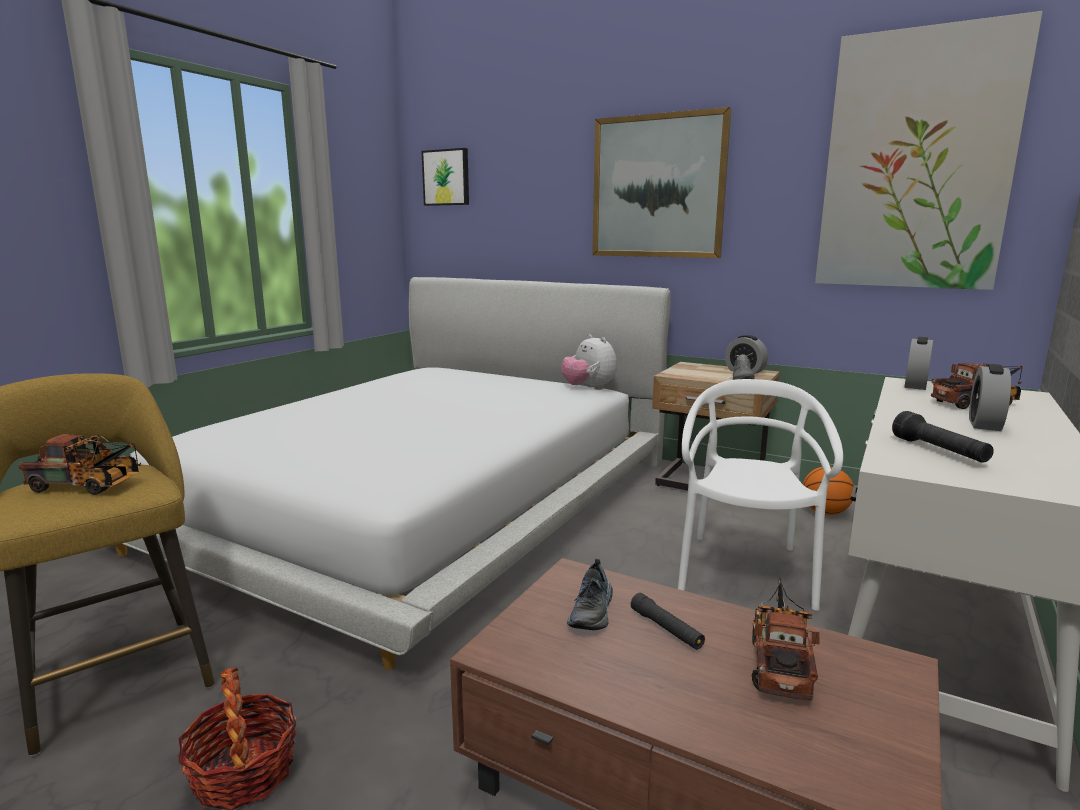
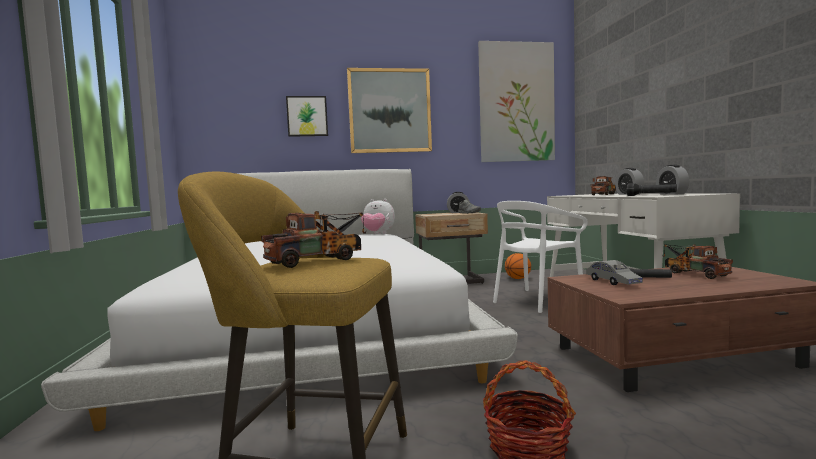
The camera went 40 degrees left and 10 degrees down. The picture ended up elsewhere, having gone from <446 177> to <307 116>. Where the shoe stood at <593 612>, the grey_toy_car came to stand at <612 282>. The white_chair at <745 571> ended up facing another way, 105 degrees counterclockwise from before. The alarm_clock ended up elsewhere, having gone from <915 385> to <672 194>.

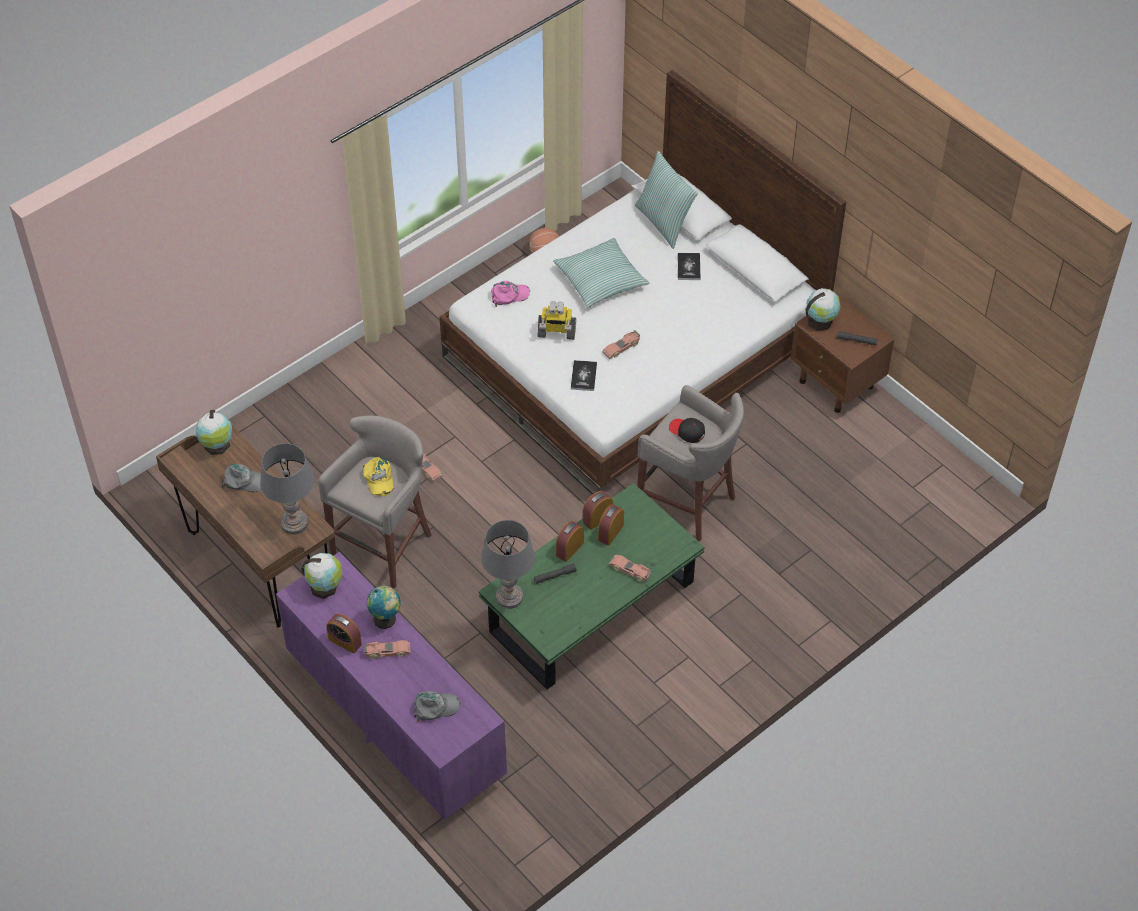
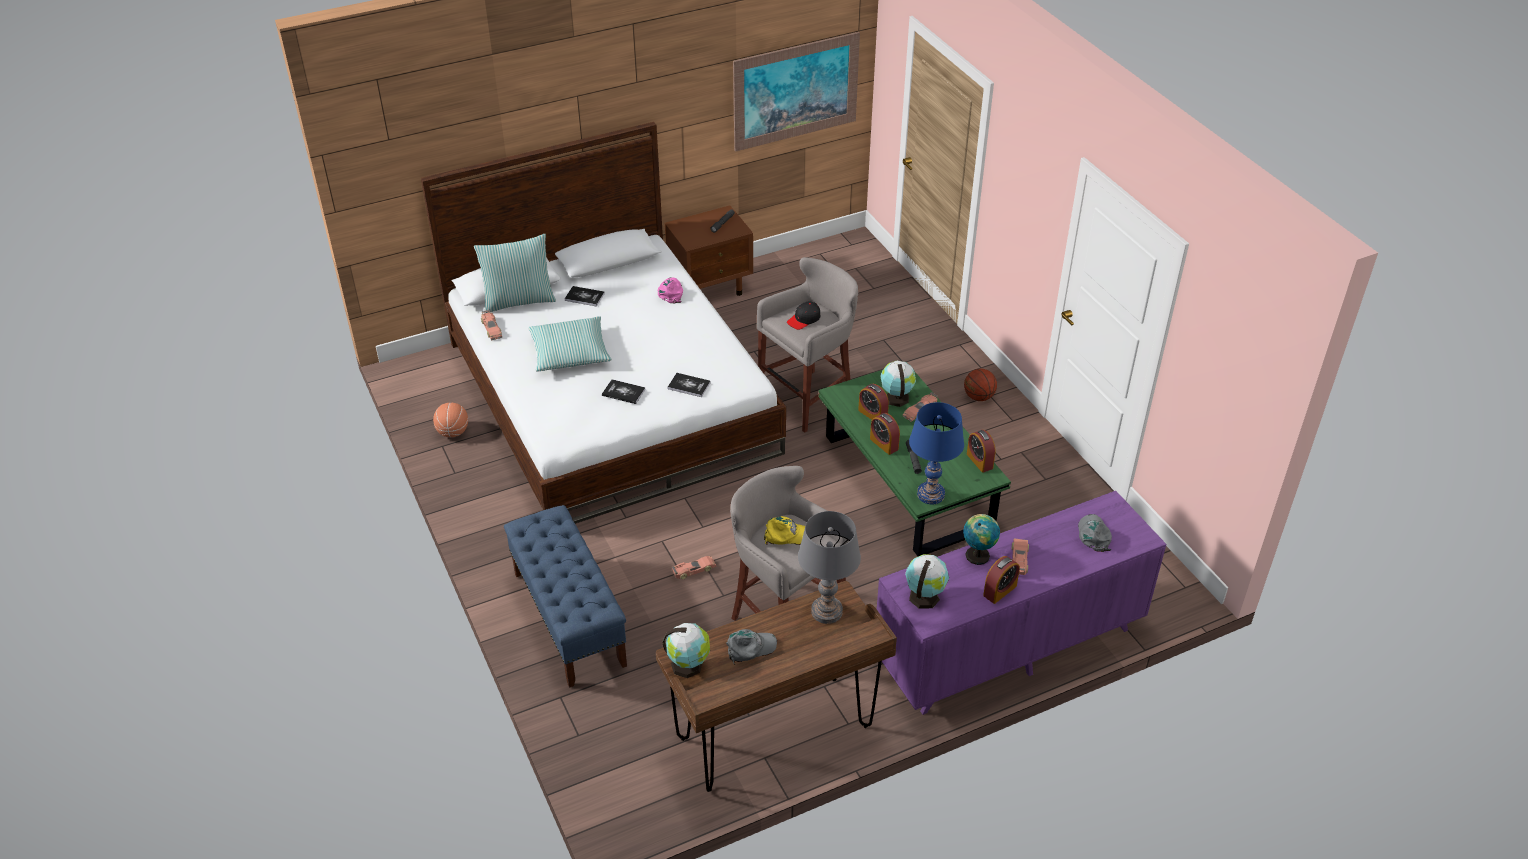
The camera went 75 degrees left and 10 degrees down. The grey_cap at <243 481> ended up facing another way, 45 degrees clockwise from before. What was the grey_table_lamp at <509 597> turned into the blue_table_lamp at <931 494>. The pink_cap ended up elsewhere, having gone from <509 295> to <670 292>. Where the toy_robot stood at <556 332>, the book came to stand at <623 392>. The alarm_clock ended up elsewhere, having gone from <597 518> to <979 461>. The toy_car ended up elsewhere, having gone from <621 347> to <491 329>. The globe ended up elsewhere, having gone from <820 321> to <896 397>. The second view gained the blue_bench at <569 618>. The second view gained the picture at <796 91>. The second view gained the basketball at <978 397>.

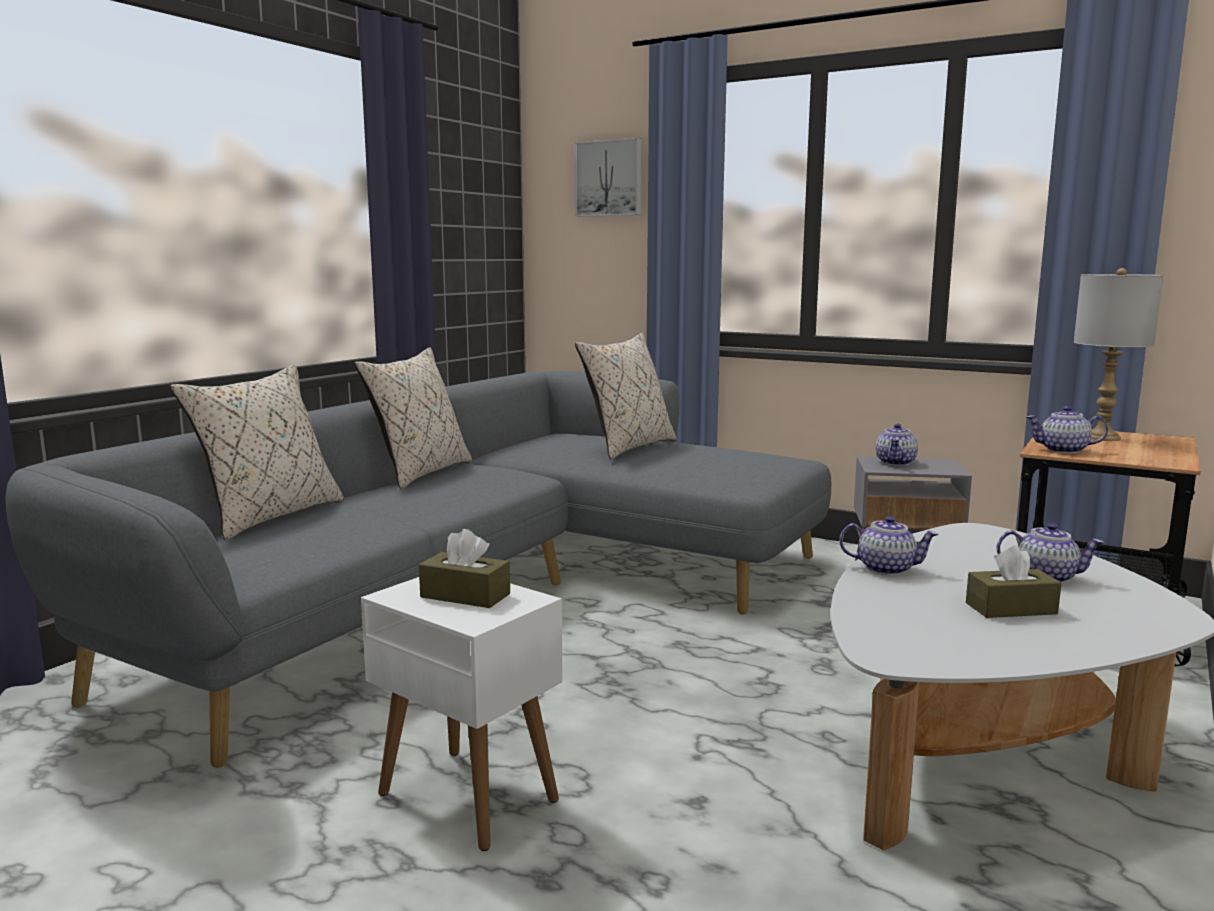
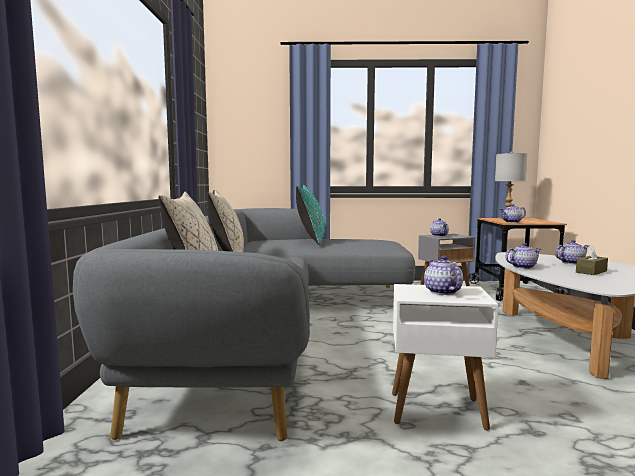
The camera went 30 degrees left and 5 degrees down. Where the brown_tissue_box stood at <465 595>, the teapot came to stand at <442 292>. The second view lost the picture at <610 178>. What was the beige_pillow at <627 447> turned into the turquoise_pillow at <311 241>.

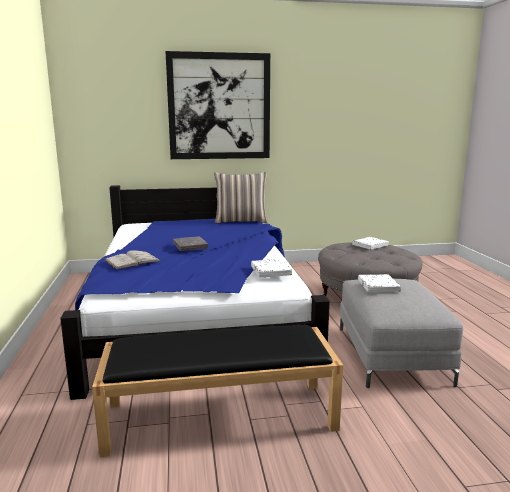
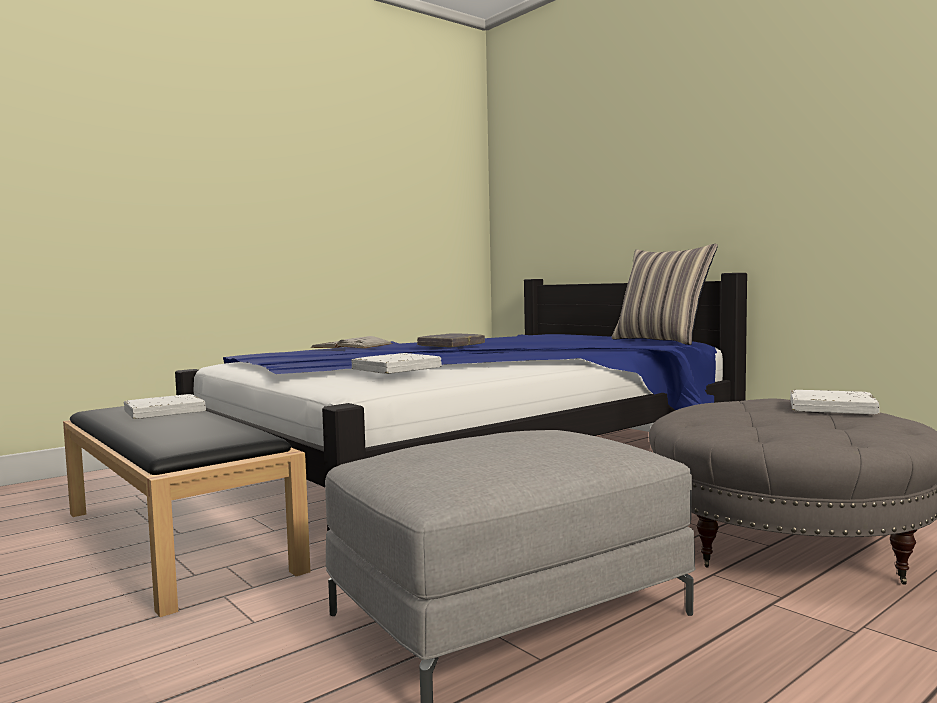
The camera went 60 degrees right and 10 degrees down. The second view lost the picture at <219 107>. The white_book ended up elsewhere, having gone from <378 286> to <164 412>.

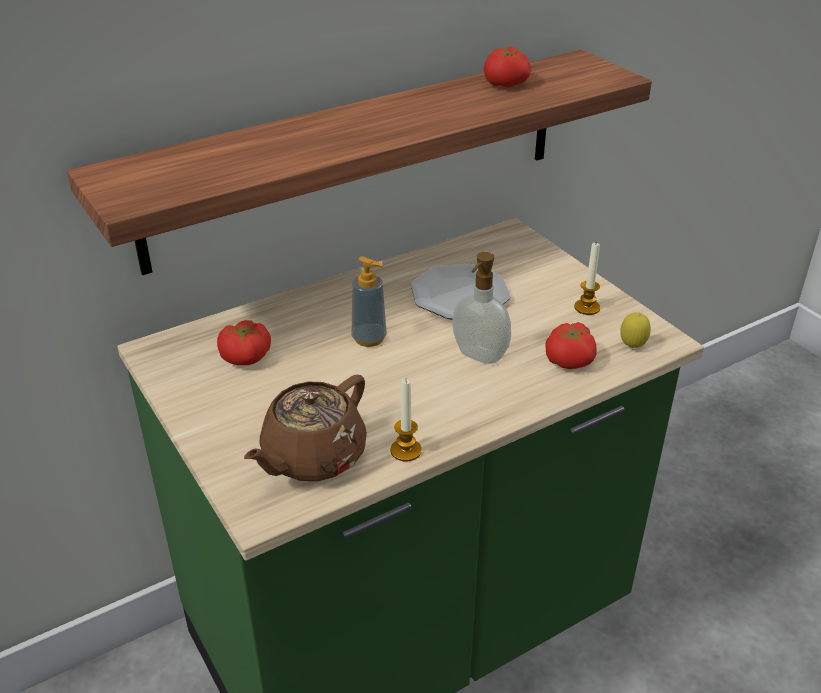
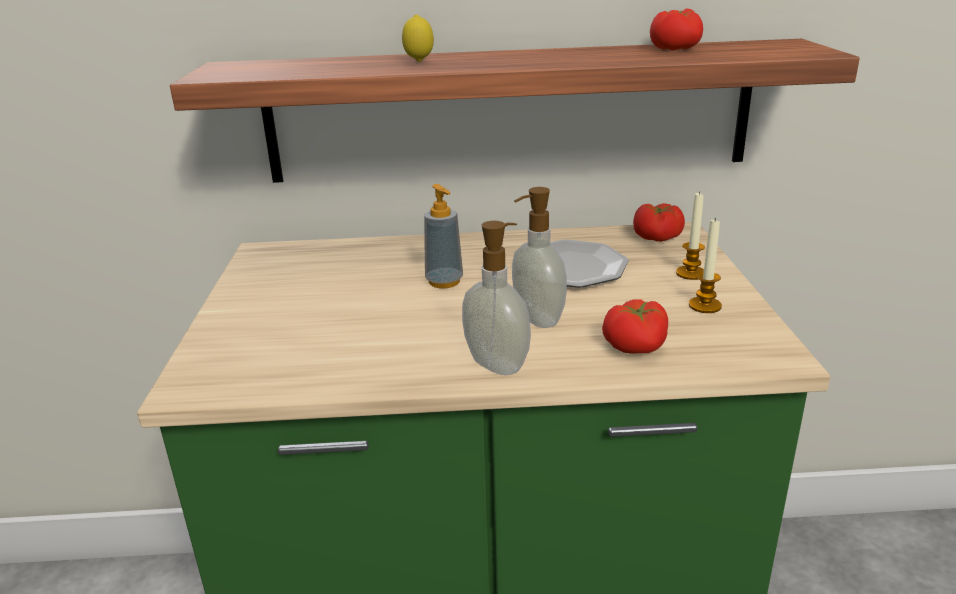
The camera went 30 degrees right and 10 degrees down. The tomato ended up elsewhere, having gone from <246 358> to <657 238>. The second view lost the brown_teapot at <312 457>. The candle ended up elsewhere, having gone from <406 451> to <690 273>. The lemon ended up elsewhere, having gone from <632 347> to <419 62>. The second view gained the soap_dispenser at <498 364>.

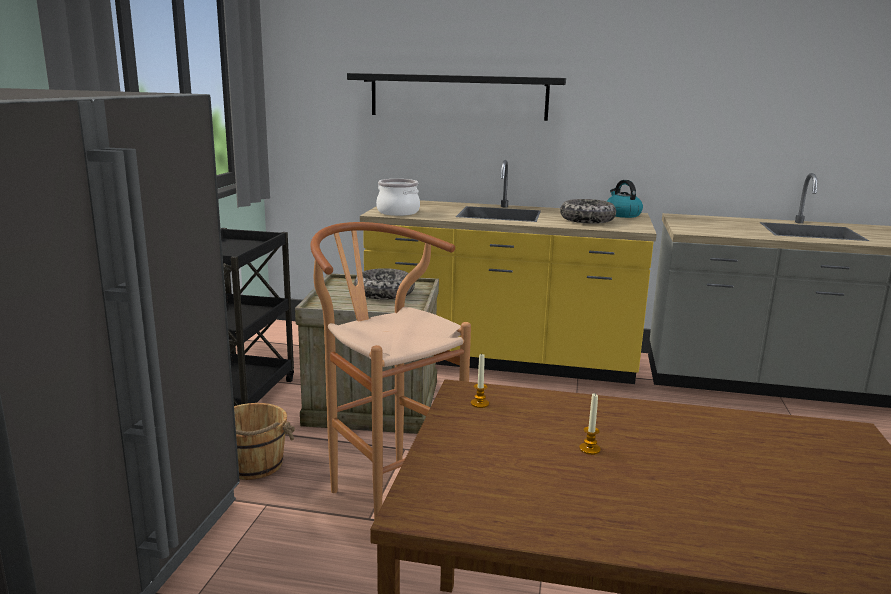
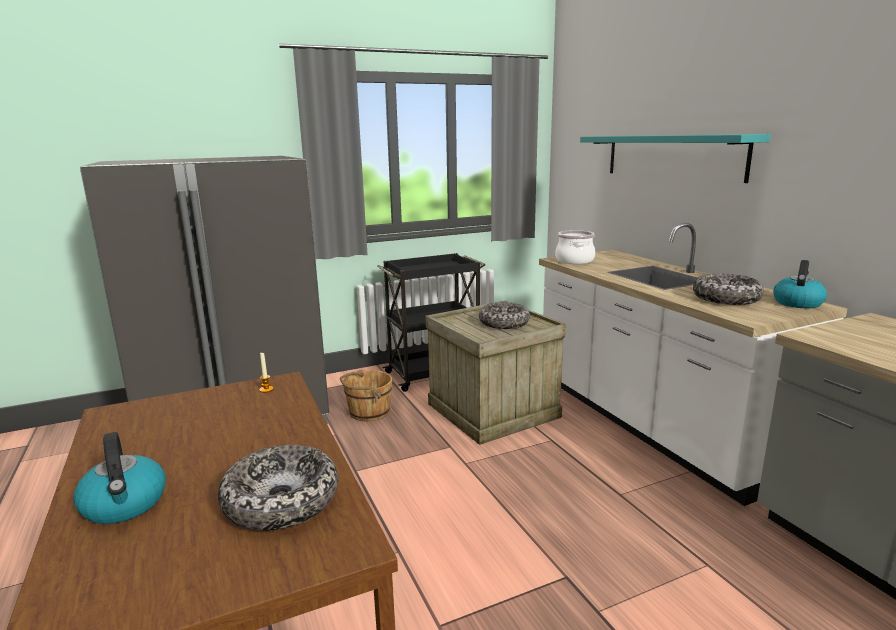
The camera went 55 degrees right and 0 degrees up. The second view lost the brown_stool at <386 492>. What was the black_shelf at <458 96> turned into the turquoise_shelf at <672 156>. What was the yellow_counter at <501 359> turned into the white_counter at <650 425>. The second view lost the candle at <589 449>. The second view gained the kettle at <125 505>. The second view gained the bowl at <281 501>.

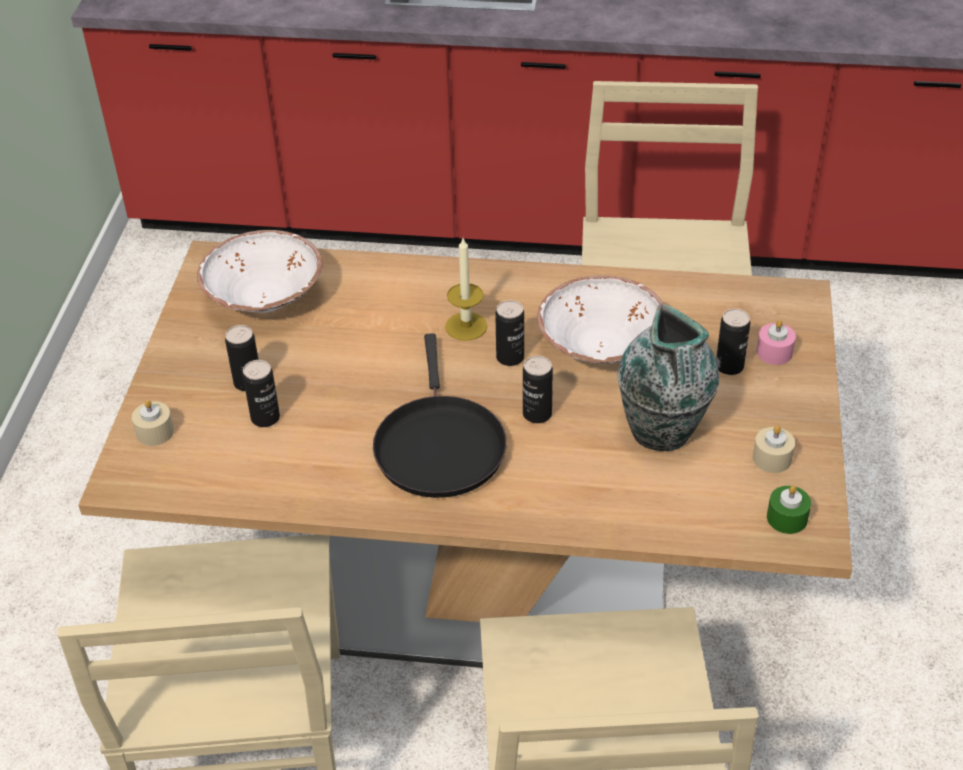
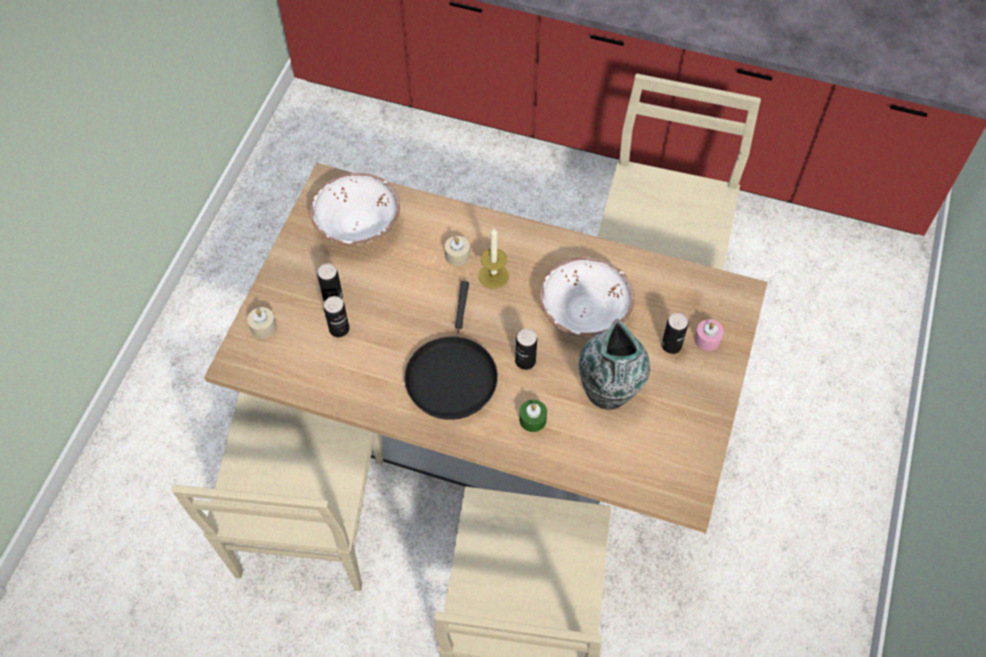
The camera went 10 degrees right and 15 degrees up. The second view lost the can at <510 357>. The beige_candle ended up elsewhere, having gone from <772 458> to <457 255>. The green_candle ended up elsewhere, having gone from <787 518> to <532 419>.

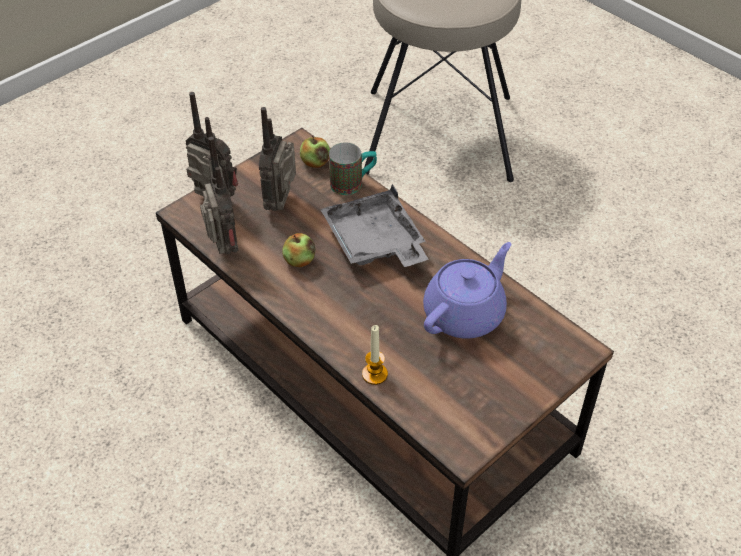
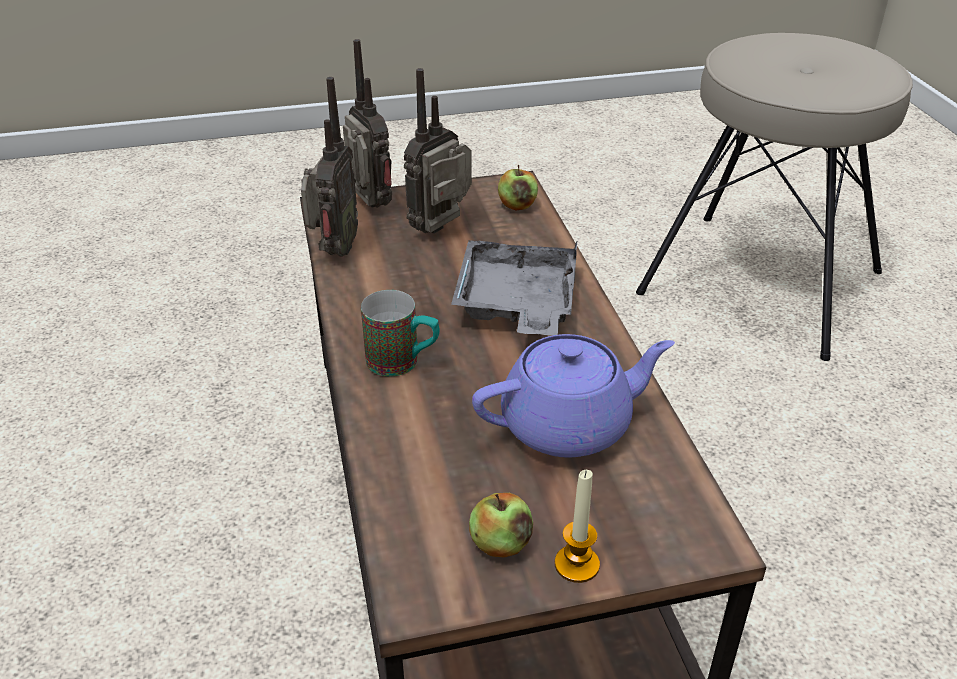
The camera went 30 degrees right and 10 degrees down. The apple ended up elsewhere, having gone from <299 260> to <500 543>. The mug ended up elsewhere, having gone from <353 183> to <403 362>. The candle ended up elsewhere, having gone from <374 374> to <576 564>.

